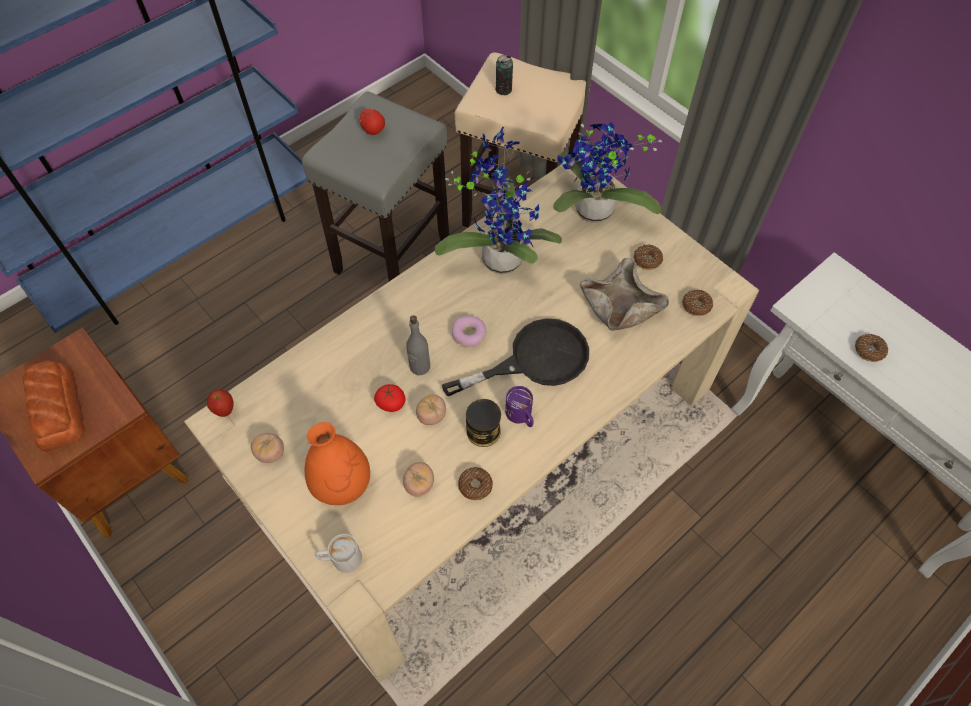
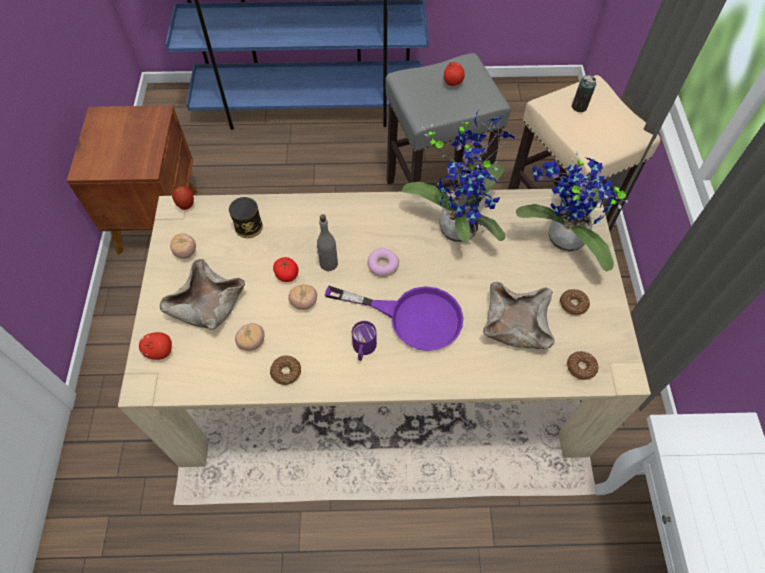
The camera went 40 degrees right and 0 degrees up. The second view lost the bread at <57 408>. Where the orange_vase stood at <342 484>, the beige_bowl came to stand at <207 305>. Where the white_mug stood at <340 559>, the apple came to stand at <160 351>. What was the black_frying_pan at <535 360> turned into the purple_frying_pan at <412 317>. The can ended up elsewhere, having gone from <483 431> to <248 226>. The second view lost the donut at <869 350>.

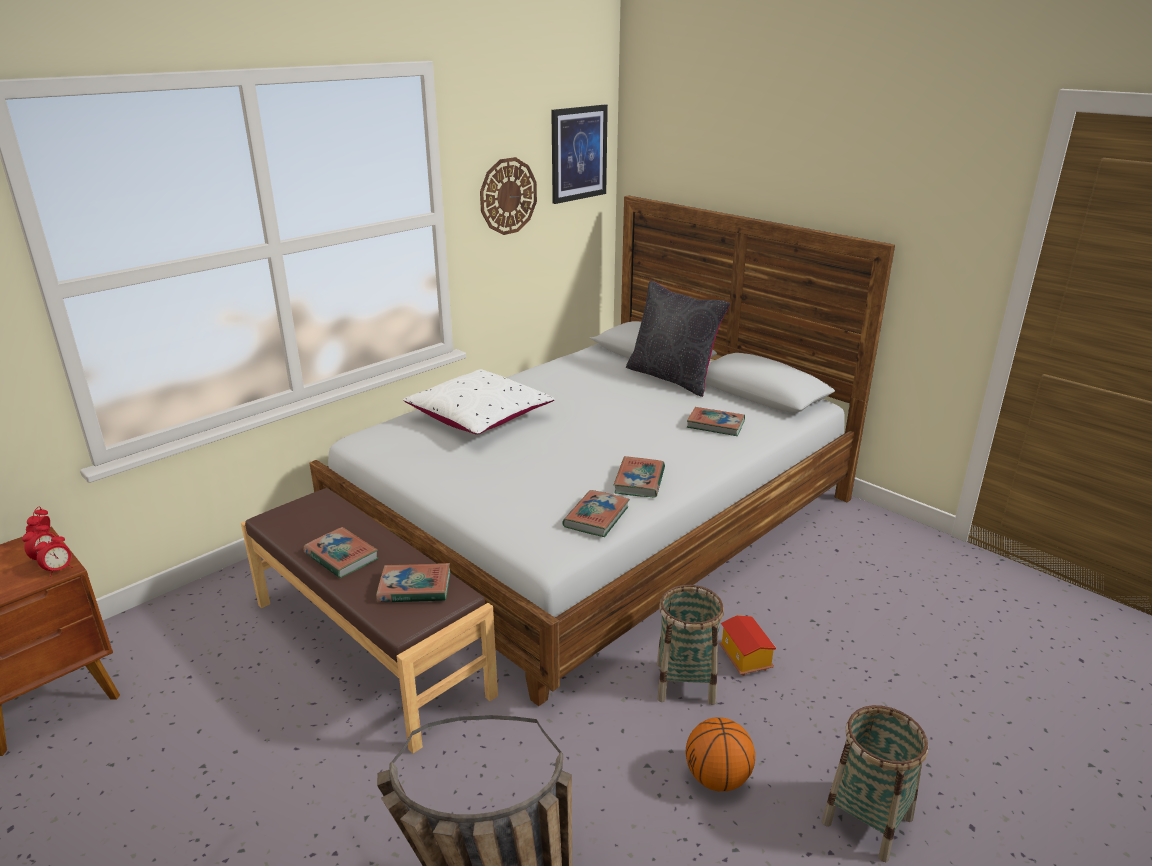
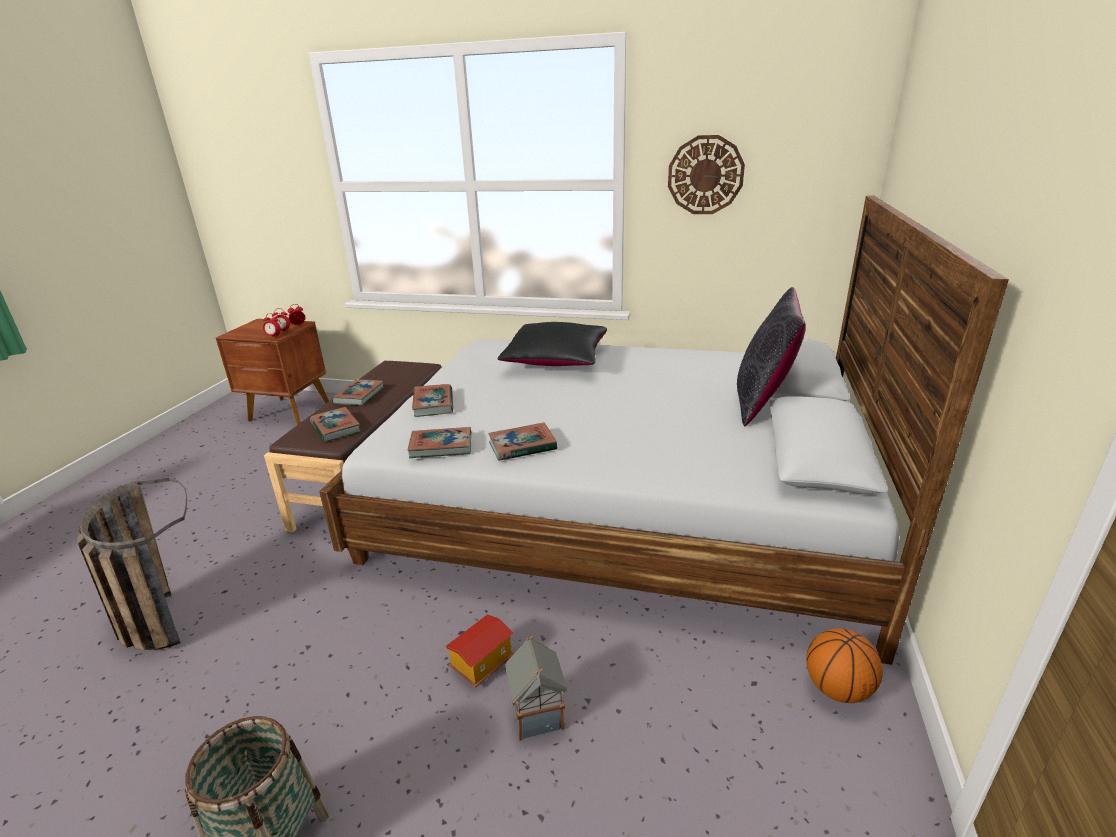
The camera went 60 degrees right and 0 degrees up. What was the white_pillow at <479 417> turned into the black_pillow at <556 359>. The second view lost the picture at <578 153>. The second view lost the basket at <685 683>. The basketball ended up elsewhere, having gone from <717 778> to <837 688>. The book ended up elsewhere, having gone from <715 425> to <433 404>. The second view gained the toy_house at <538 717>.

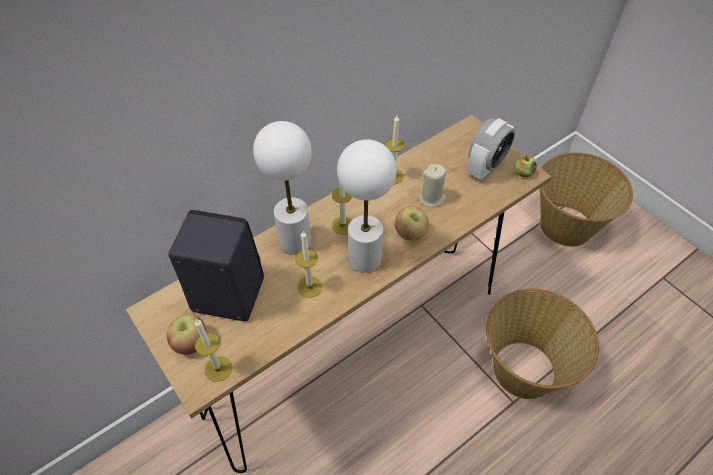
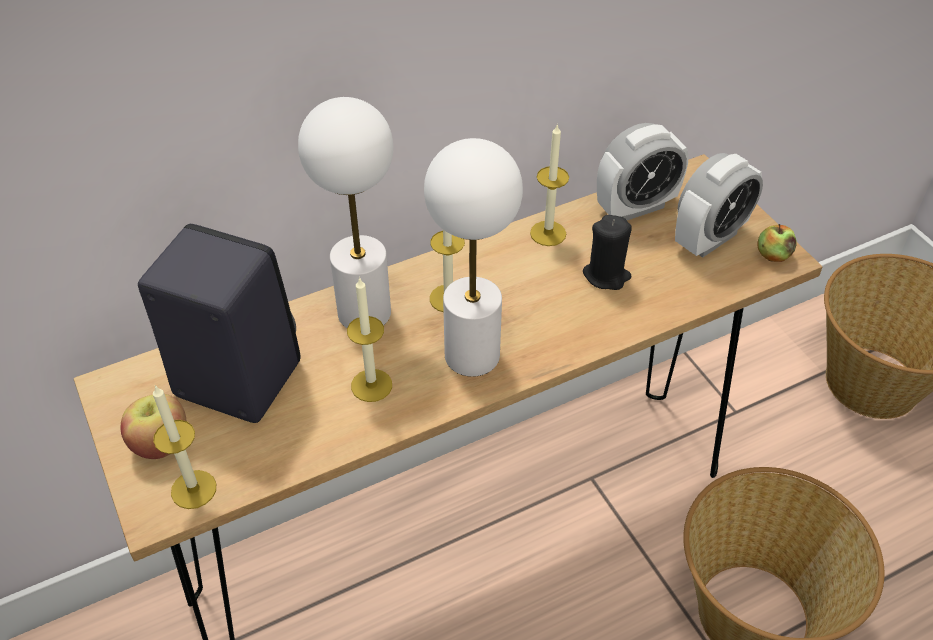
The camera went 10 degrees right and 5 degrees down. The second view lost the apple at <410 233>. What was the beige_candle at <431 198> turned into the black_candle at <606 275>. The second view gained the alarm_clock at <636 207>.

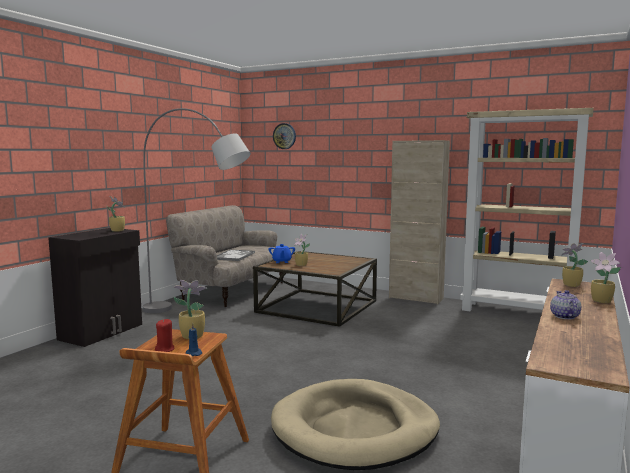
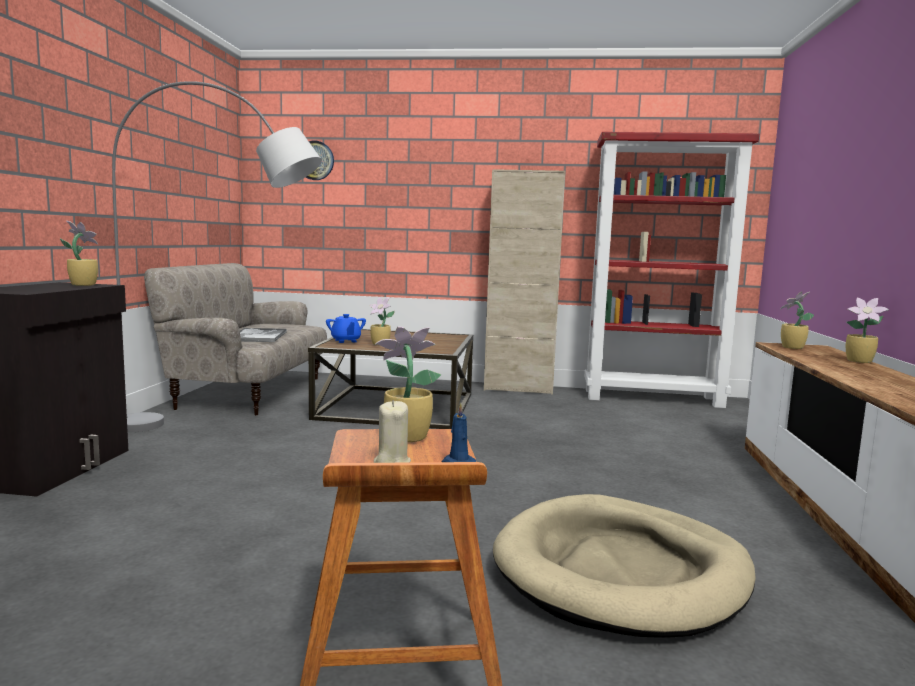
The camera went 20 degrees left and 0 degrees up. What was the red_candle at <165 349> turned into the beige_candle at <391 462>. What was the beige_bookcase at <517 312> turned into the red_bookcase at <653 398>. The second view lost the teapot at <564 316>.

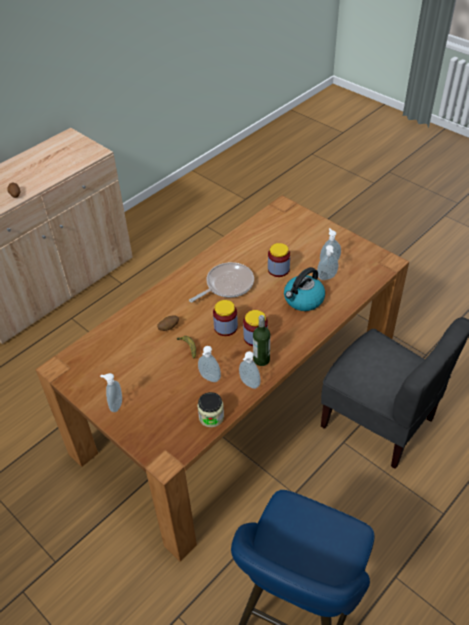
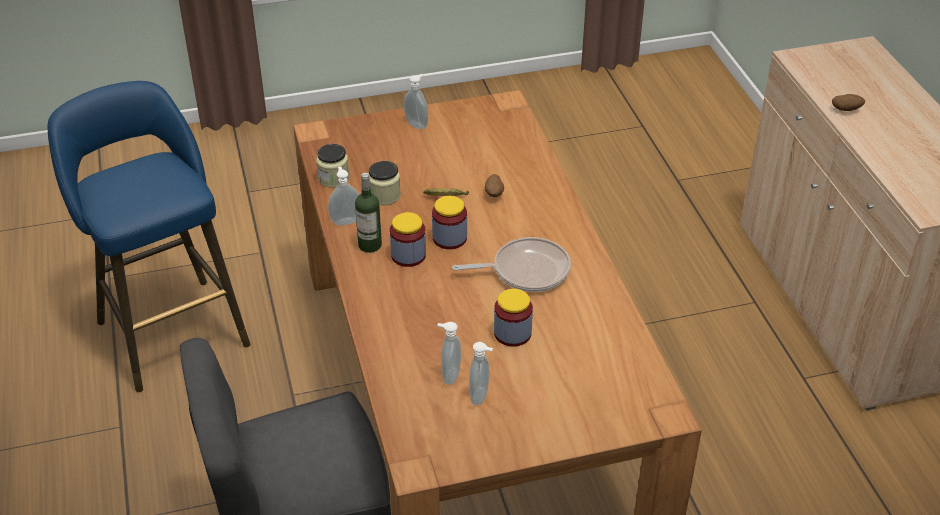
The camera went 120 degrees right and 5 degrees down. The frying_pan at <227 285> ended up facing another way, 90 degrees counterclockwise from before. Where the soap_dispenser stood at <209 379>, the jar came to stand at <384 195>. The second view lost the kettle at <303 300>.

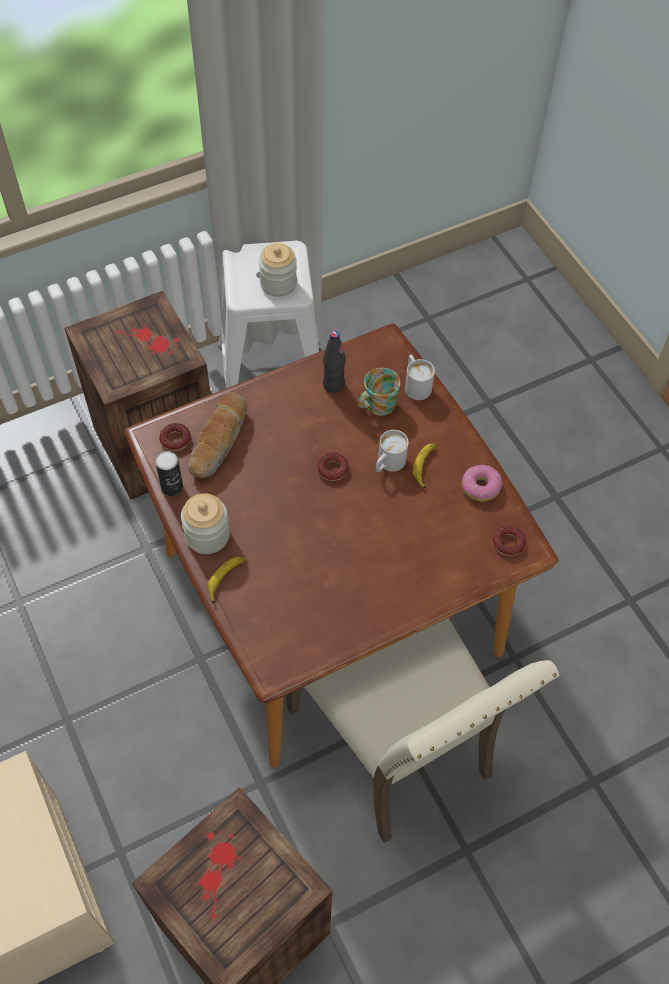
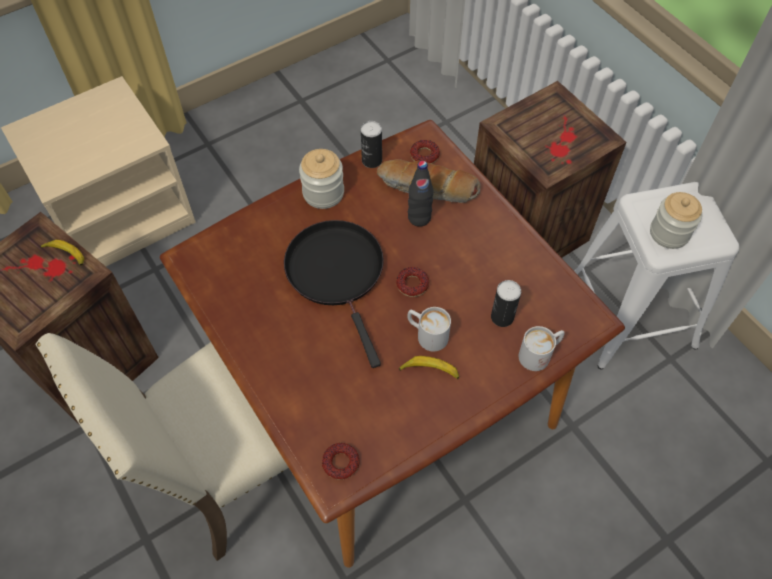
The camera went 85 degrees right and 0 degrees up. The banana ended up elsewhere, having gone from <226 579> to <65 255>. The black_bottle ended up elsewhere, having gone from <333 385> to <419 218>. Where the mug stood at <376 405>, the can came to stand at <502 317>. The second view lost the donut at <481 487>. The second view gained the black_frying_pan at <337 273>.

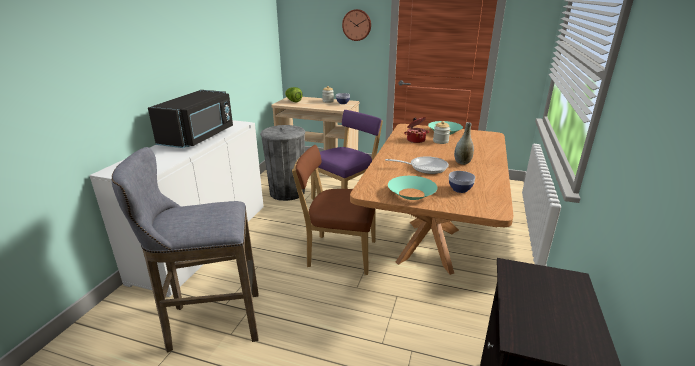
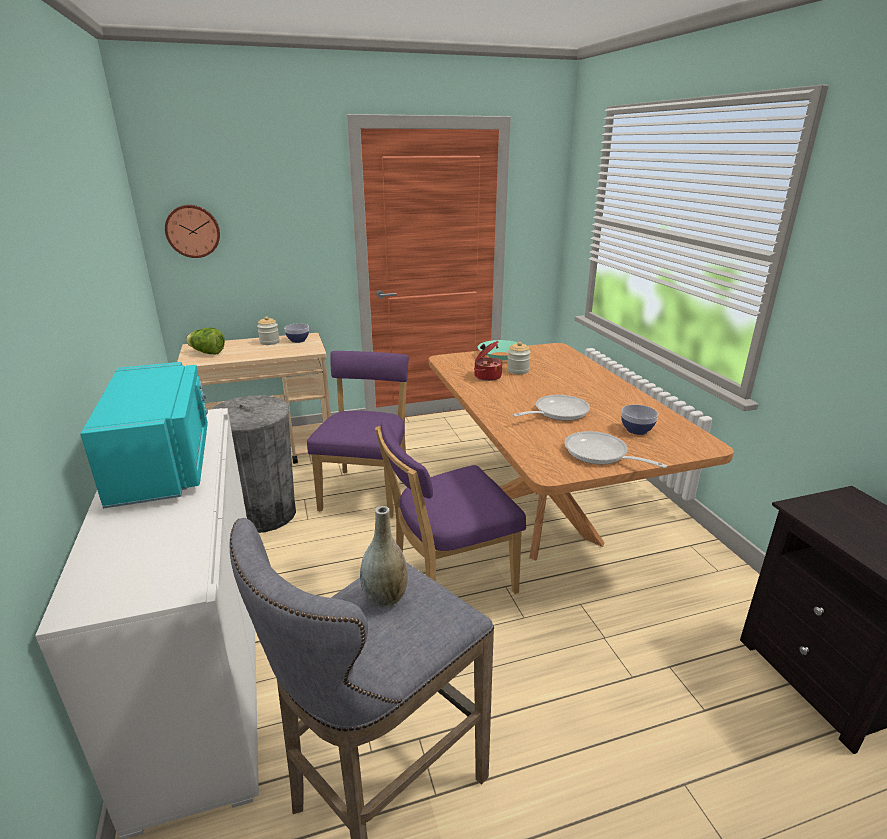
The camera went 35 degrees left and 0 degrees up. What was the black_microwave at <199 137> turned into the turquoise_microwave at <165 464>. What was the brown_chair at <338 253> turned into the purple_chair at <448 579>. The wall_clock ended up elsewhere, having gone from <357 25> to <193 231>. Where the turquoise_bowl stood at <411 194>, the frying_pan came to stand at <600 454>. The grey_vase ended up elsewhere, having gone from <462 162> to <385 598>.

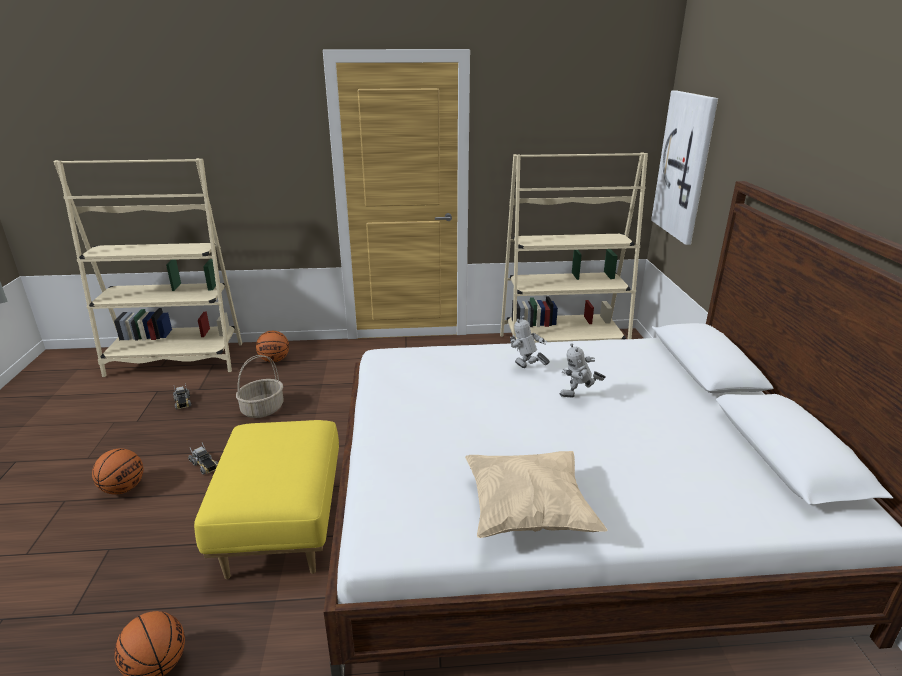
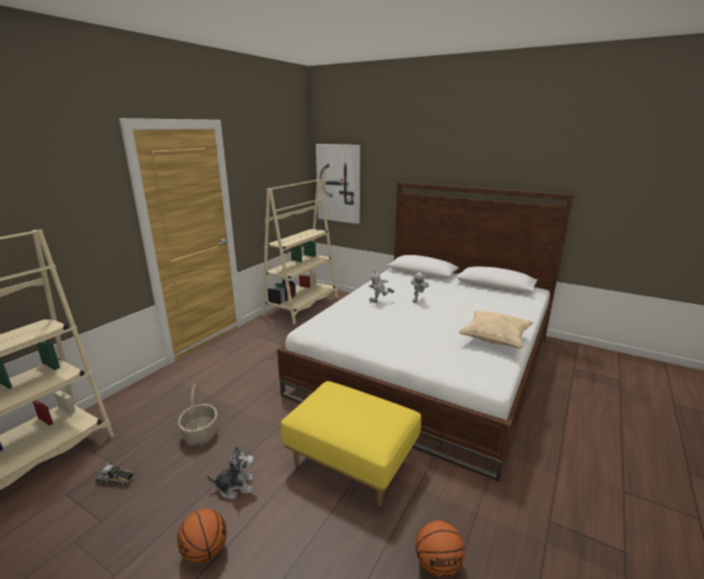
The camera went 55 degrees left and 5 degrees down. Where the toy_truck stood at <205 465>, the plush_toy came to stand at <235 486>. The second view lost the basketball at <274 360>.

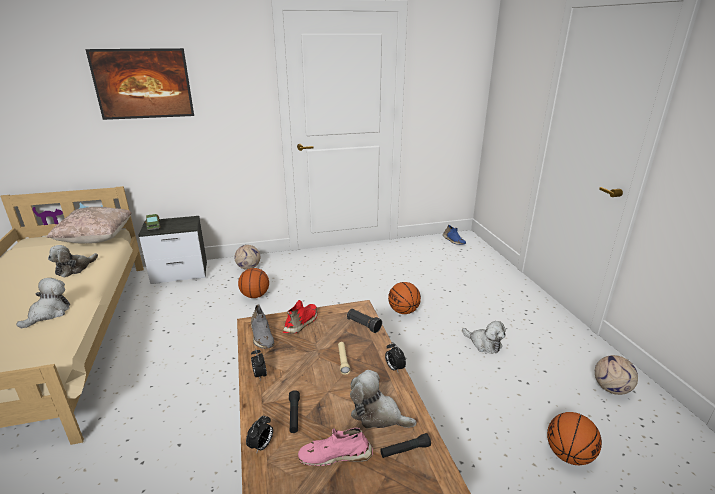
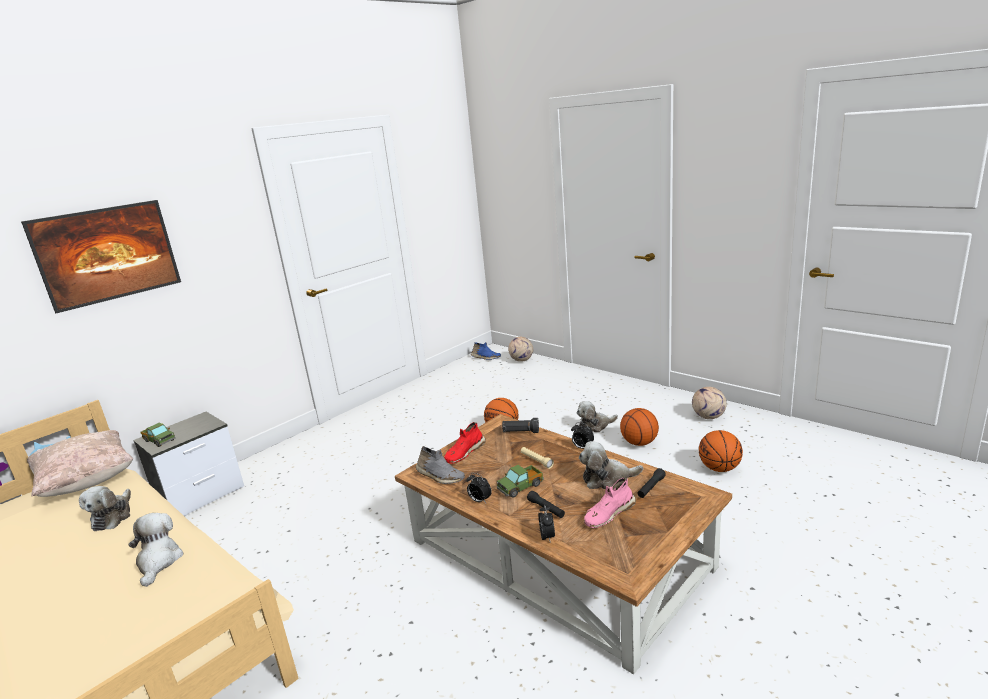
The camera went 30 degrees left and 5 degrees down. The football ended up elsewhere, having gone from <249 267> to <521 360>. The basketball ended up elsewhere, having gone from <255 296> to <639 443>. The red_shoe at <302 323> ended up facing another way, 135 degrees counterclockwise from before. The plush_toy at <484 344> ended up facing another way, 150 degrees clockwise from before. The second view gained the toy_truck at <520 487>.

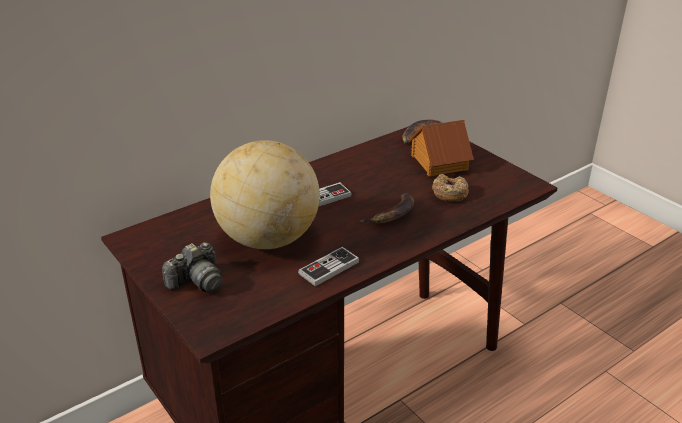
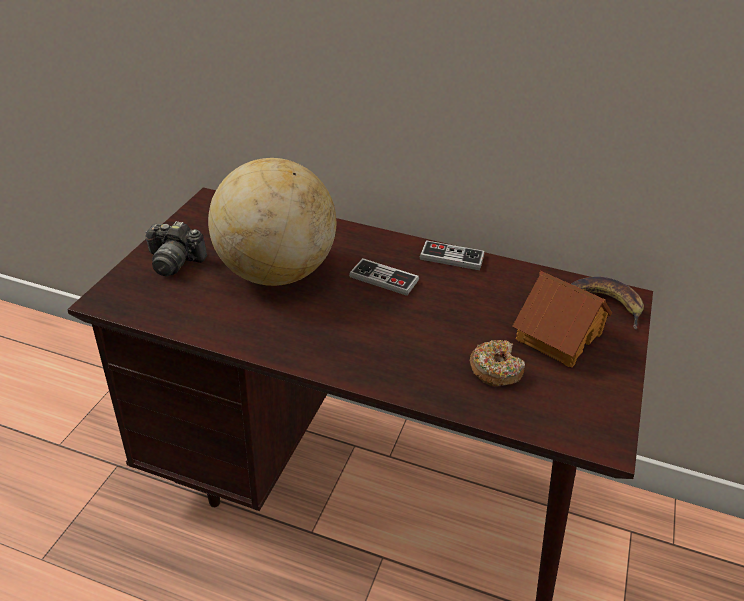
The camera went 55 degrees right and 5 degrees up. The game_controller ended up elsewhere, having gone from <329 268> to <451 257>. The second view lost the banana at <392 214>.

